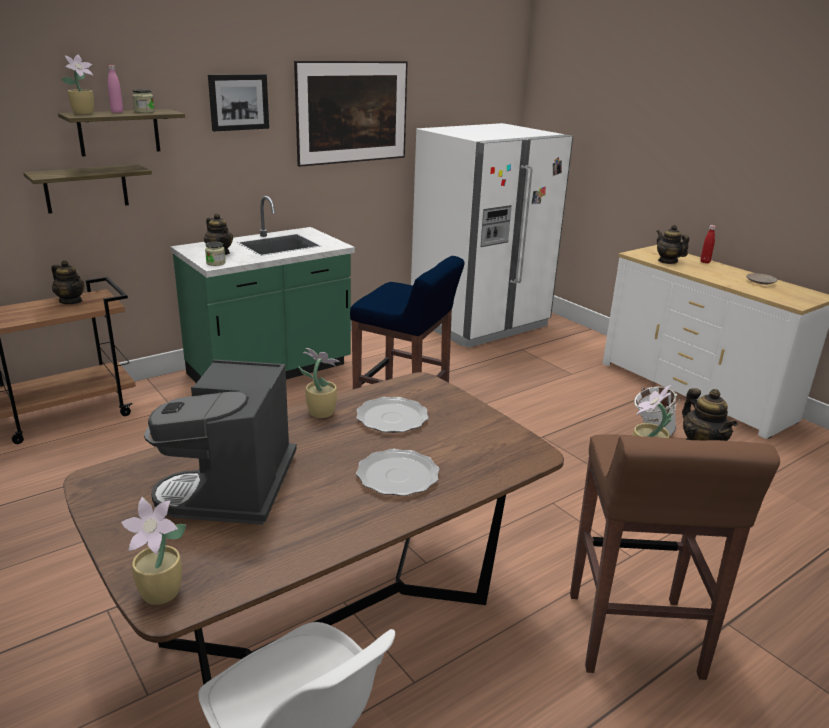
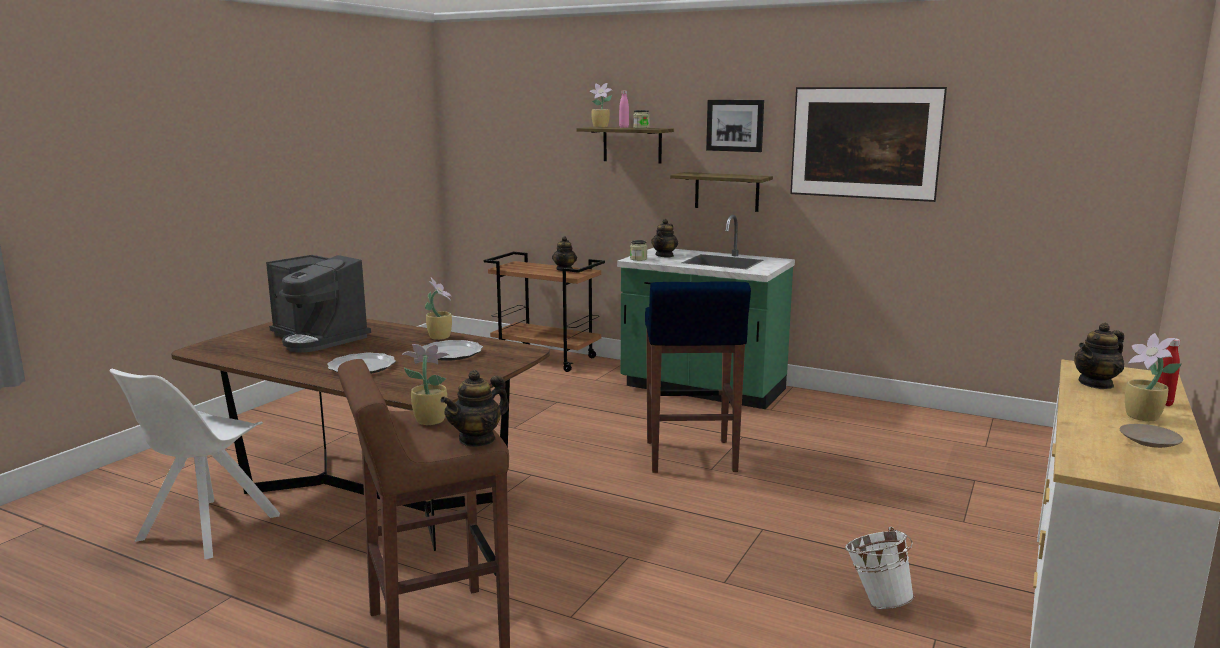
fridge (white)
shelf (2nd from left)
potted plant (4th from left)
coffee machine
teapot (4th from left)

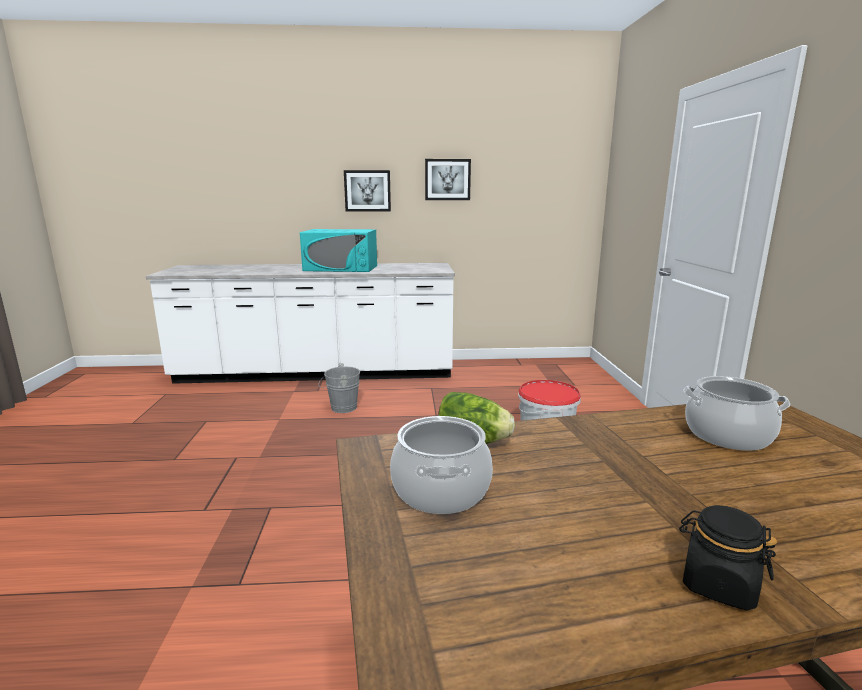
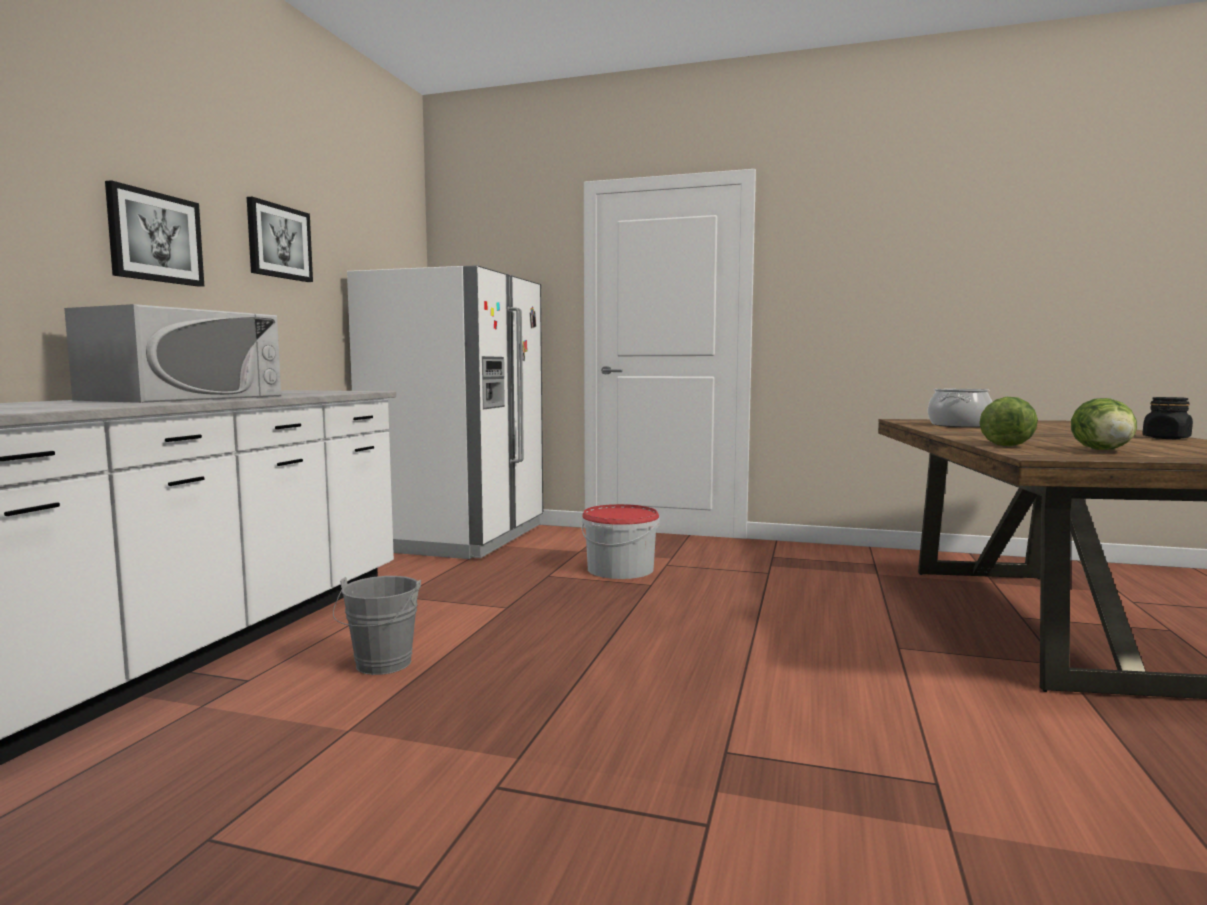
fridge (white)
lettuce (2nd from left)
microwave (white)

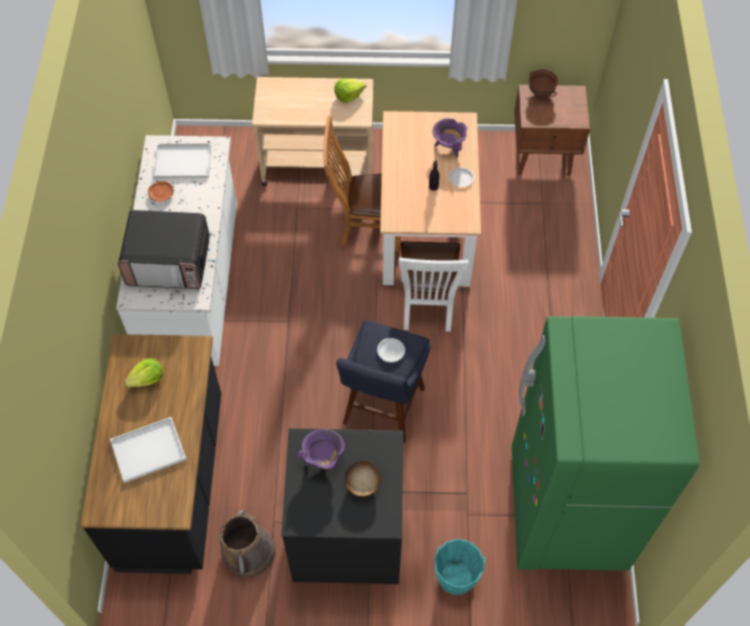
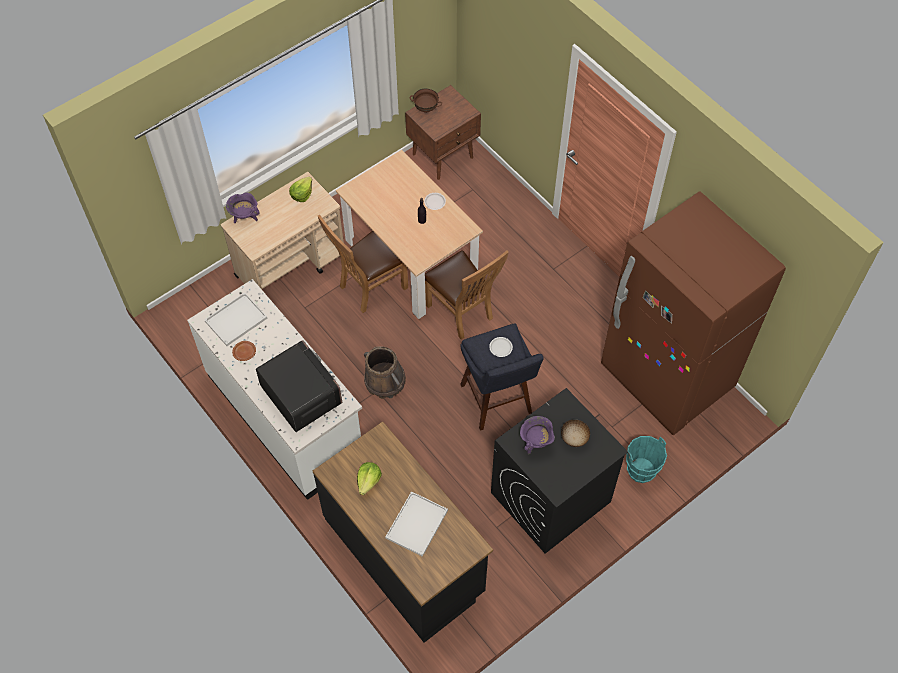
bucket (brown)
cooking pot (purple) (1st from left)
chair (brown) (2nd from left)
fridge (brown)
microwave

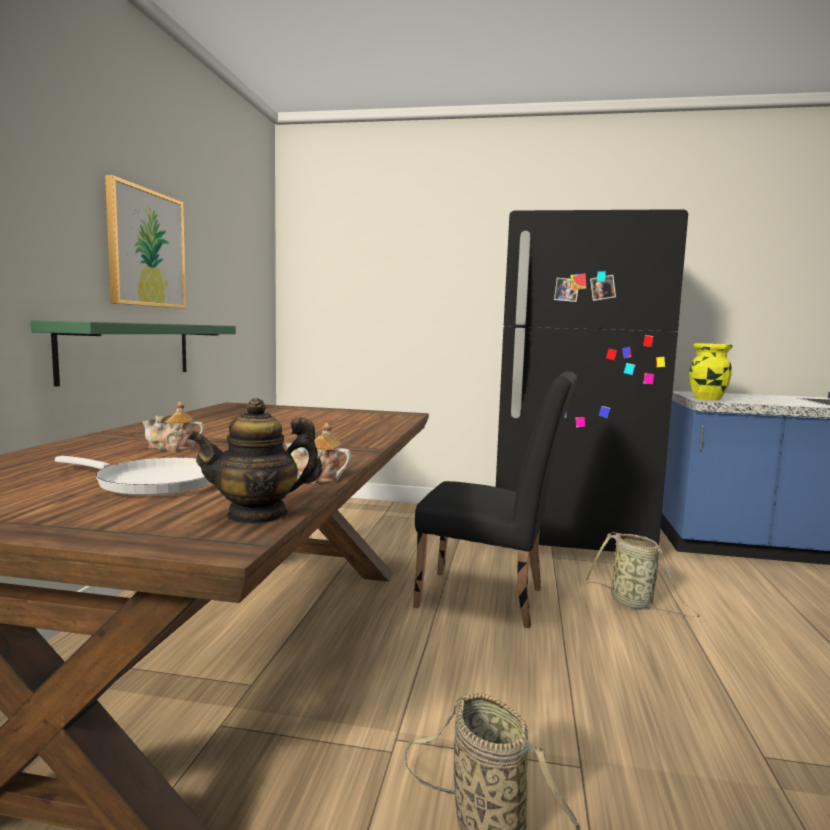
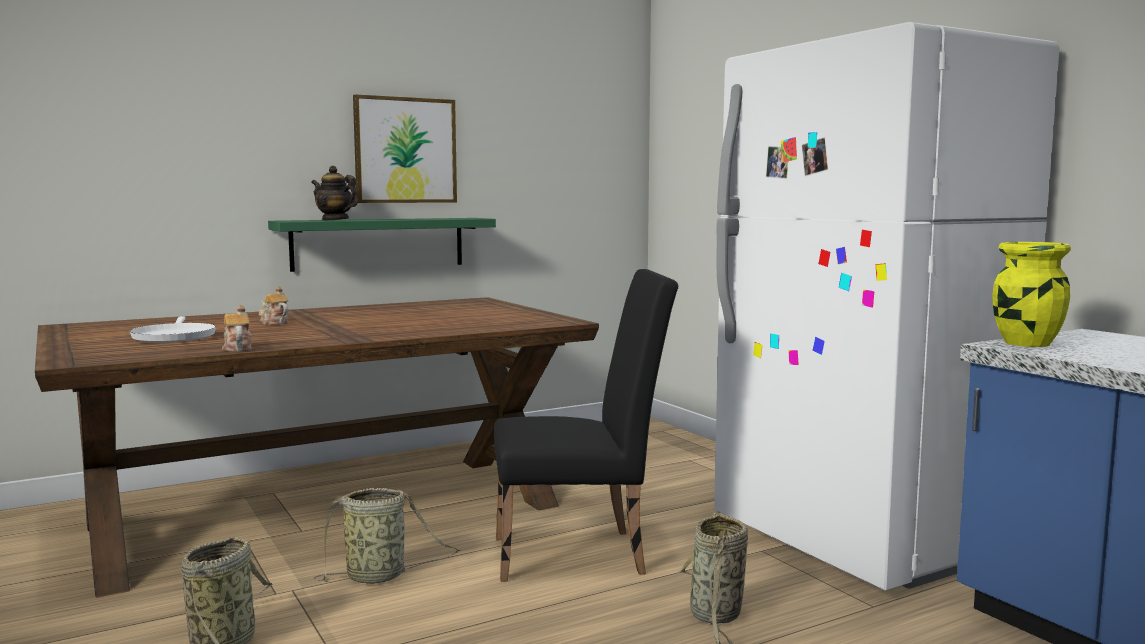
basket (2nd from left)
teapot (3rd from left)
fridge (white)
chair (black)

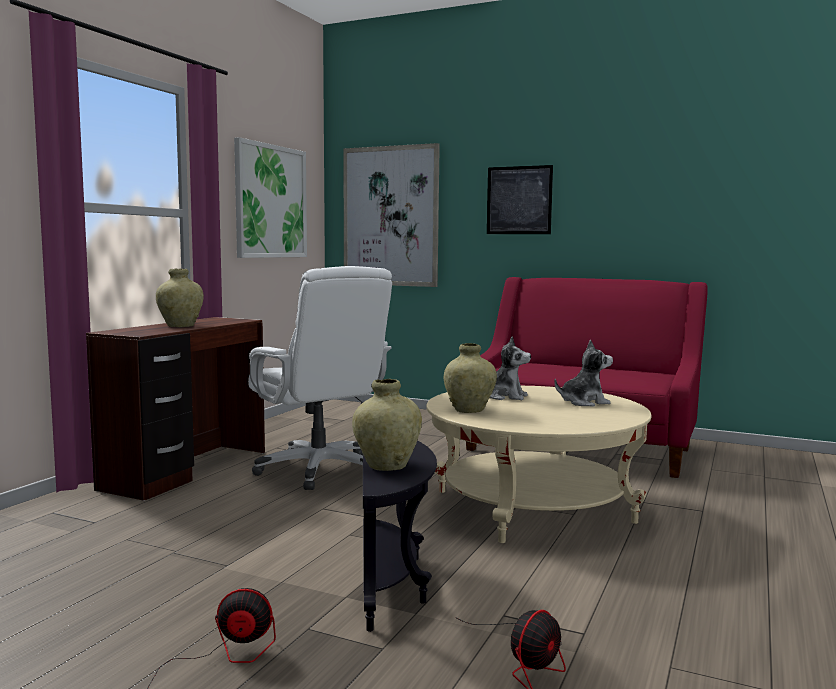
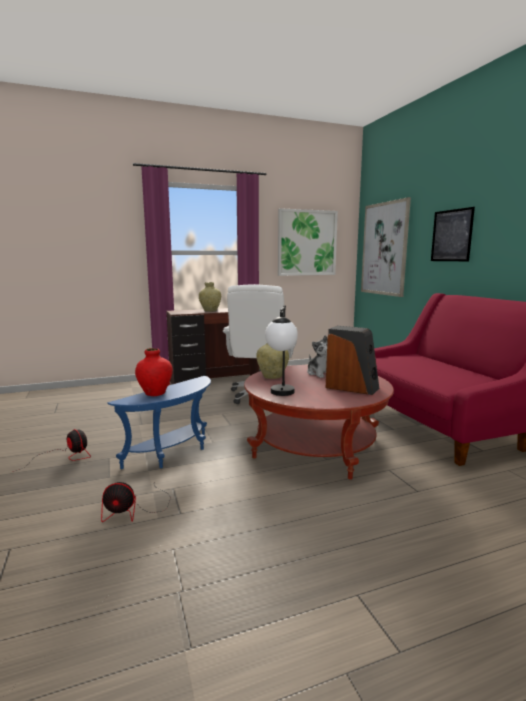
table lamp
speaker
vase (red)
side table (blue)
coffee table (red)

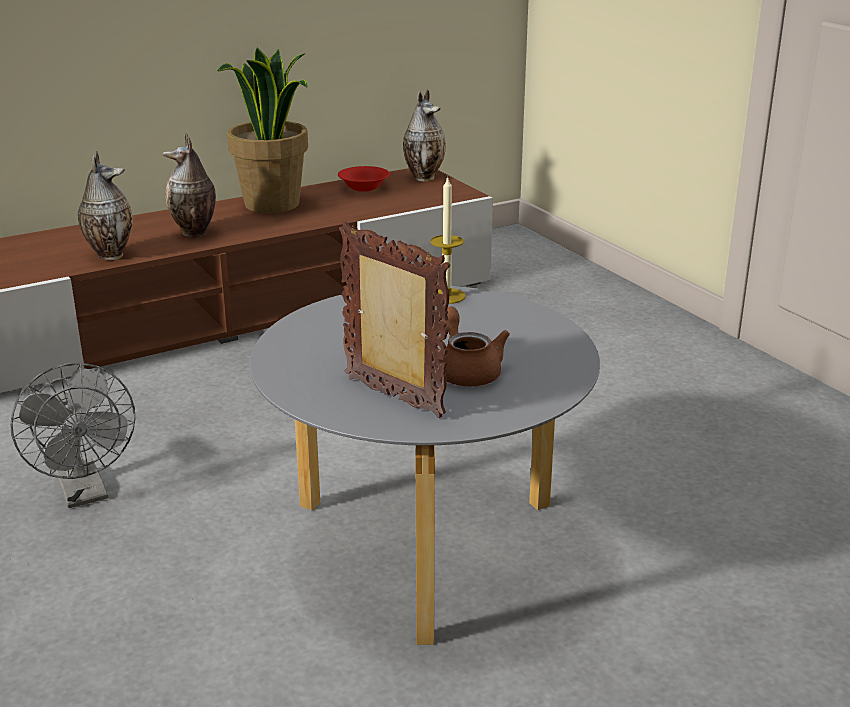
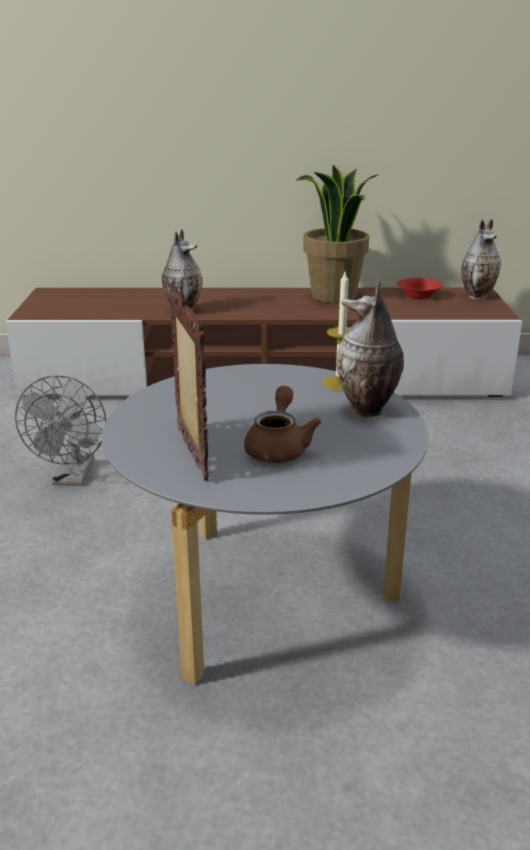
vase (2nd from left)

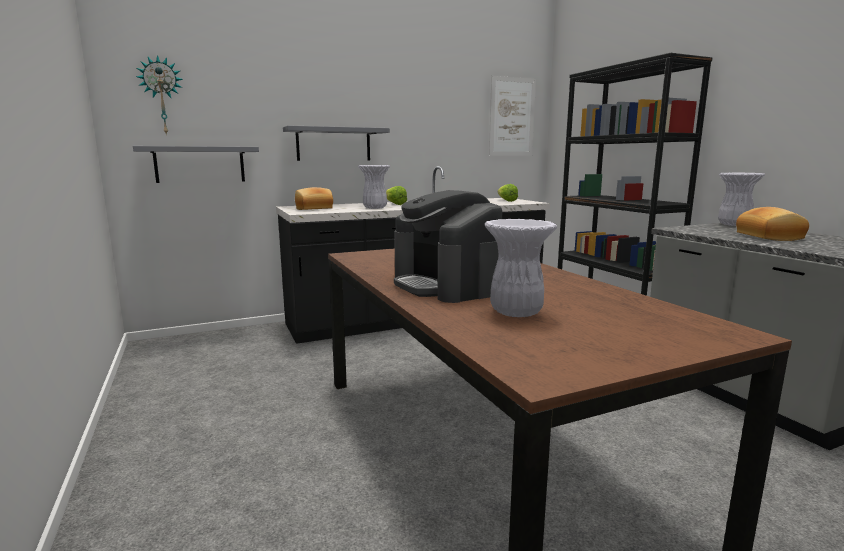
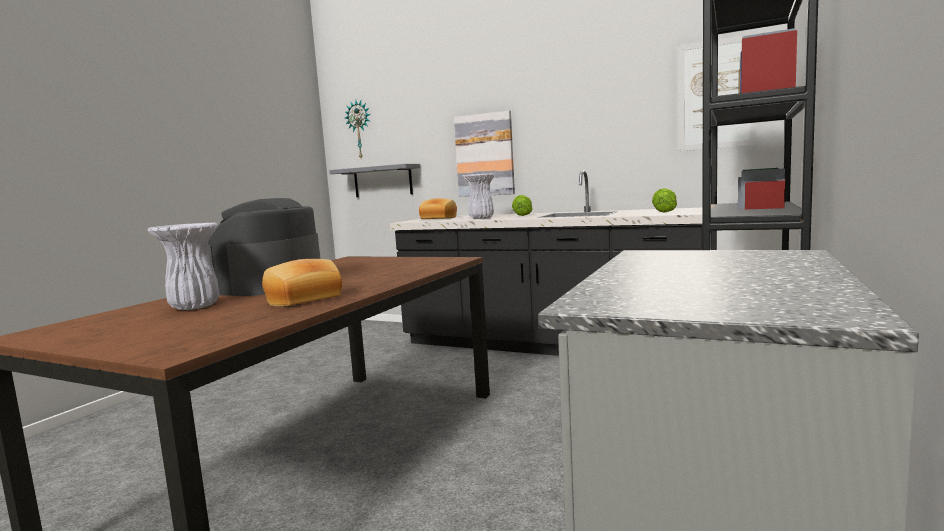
vase (white) (3rd from left in the first image)
bread (1st from left)
picture (1st from left)

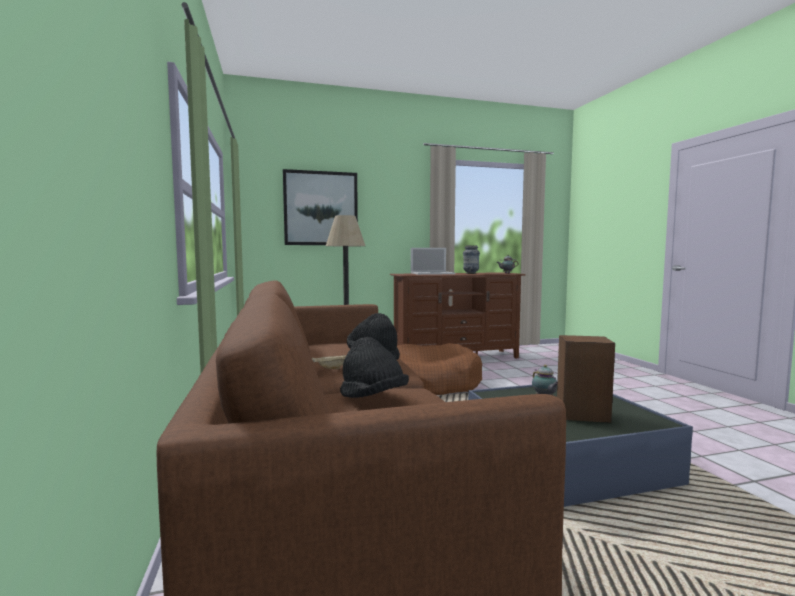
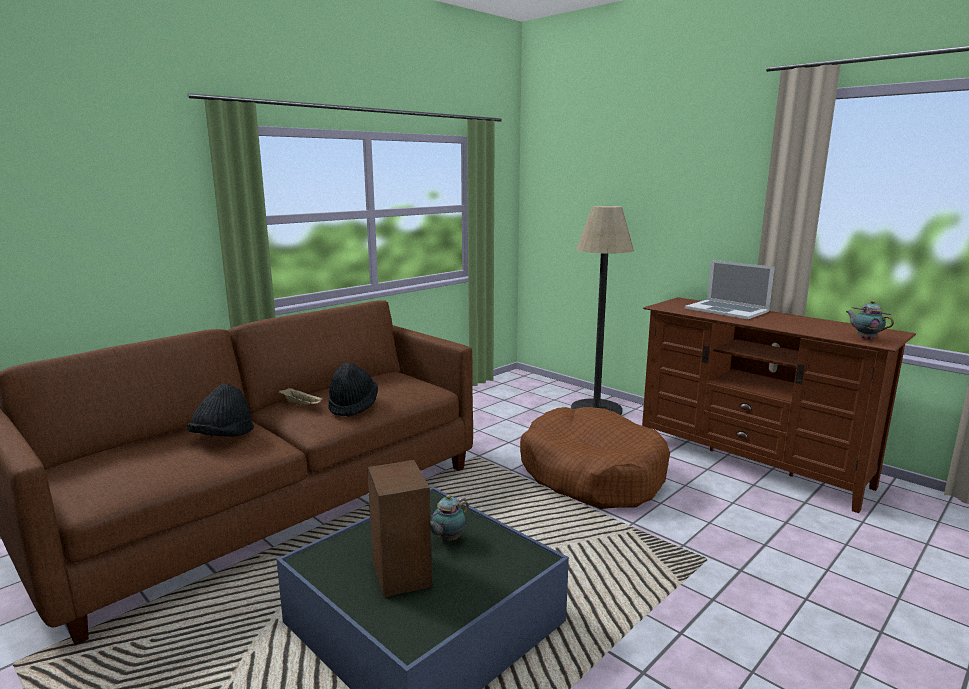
picture
vase

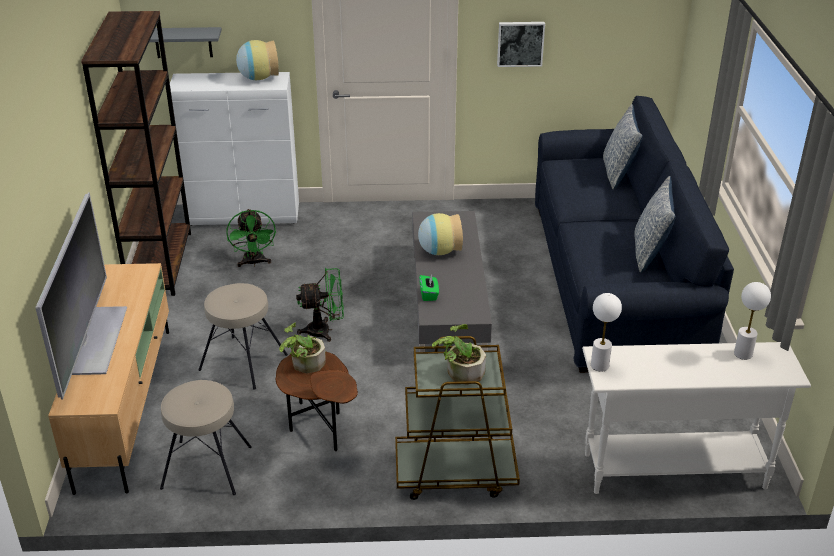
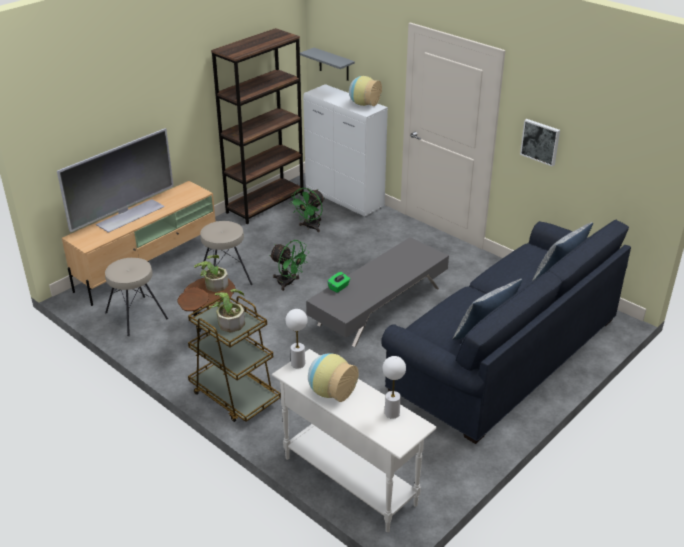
vase (1st from left)

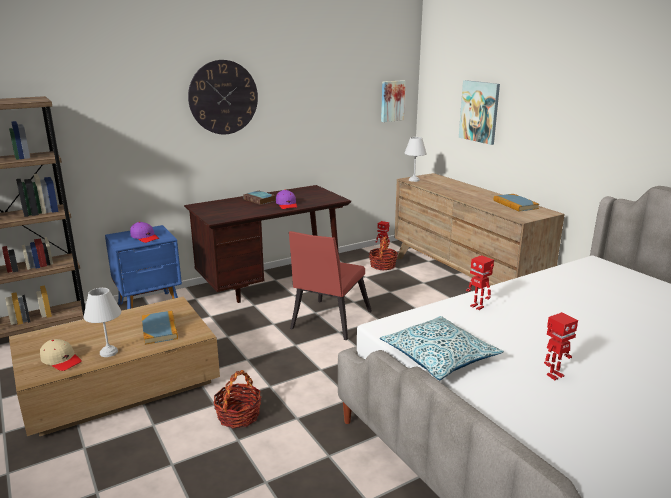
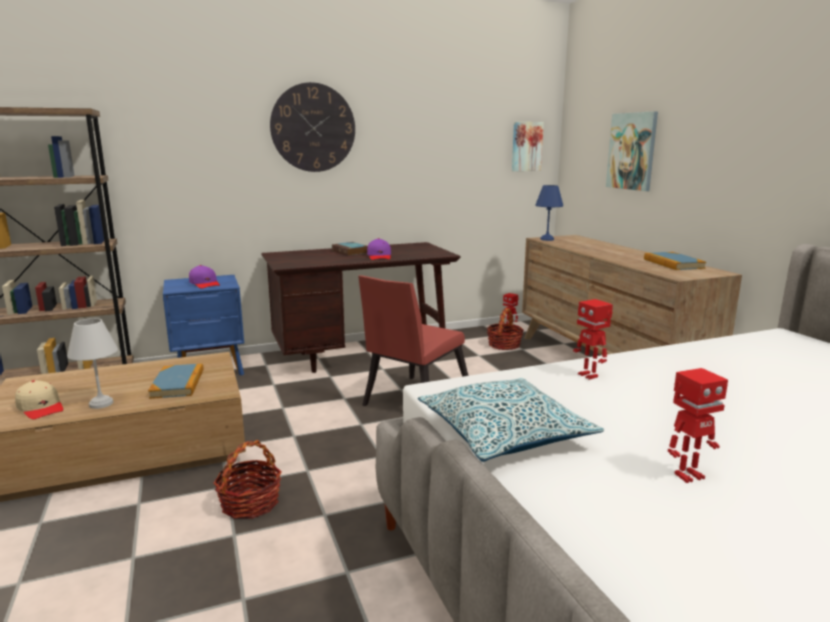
table lamp (blue)

